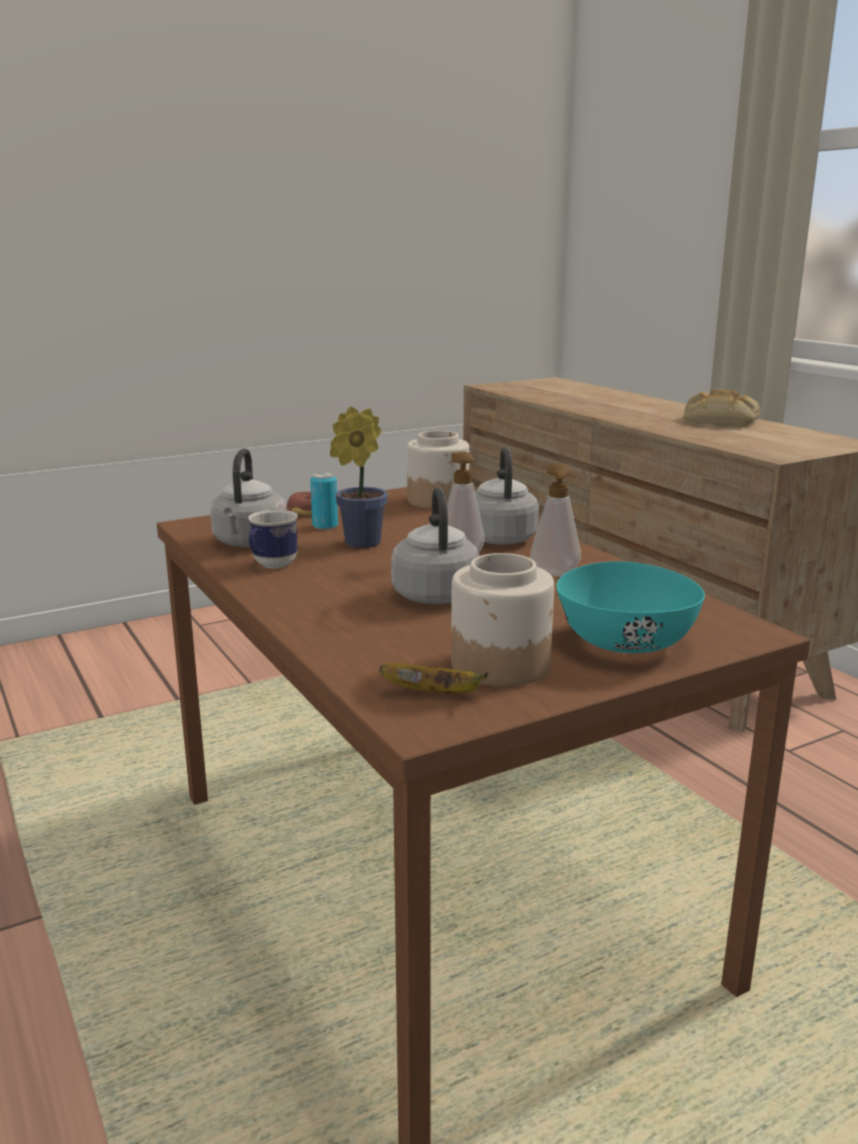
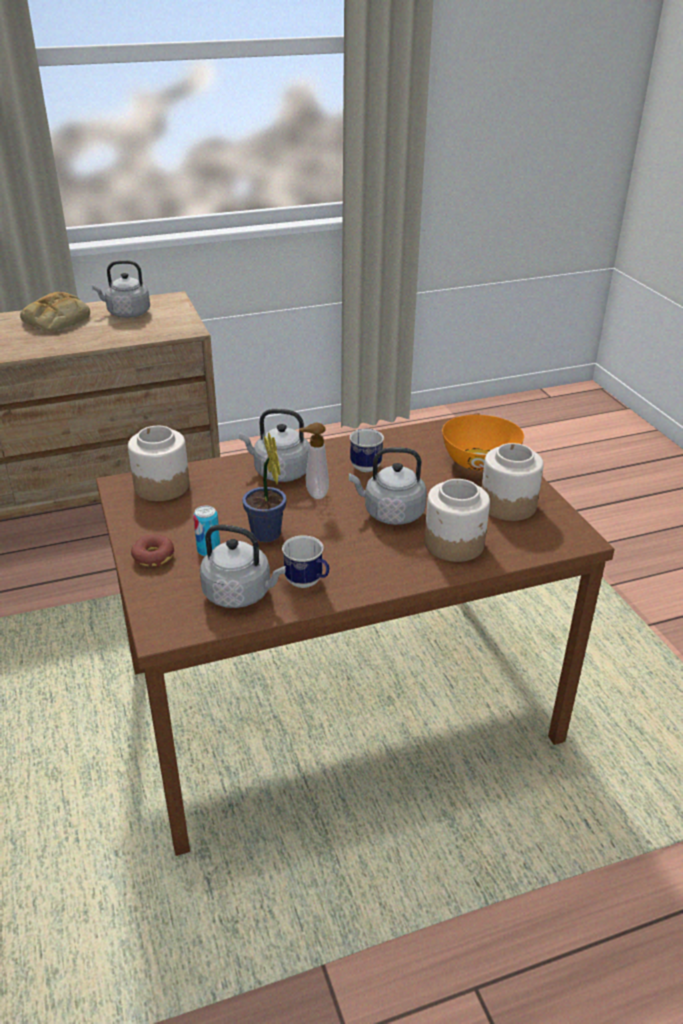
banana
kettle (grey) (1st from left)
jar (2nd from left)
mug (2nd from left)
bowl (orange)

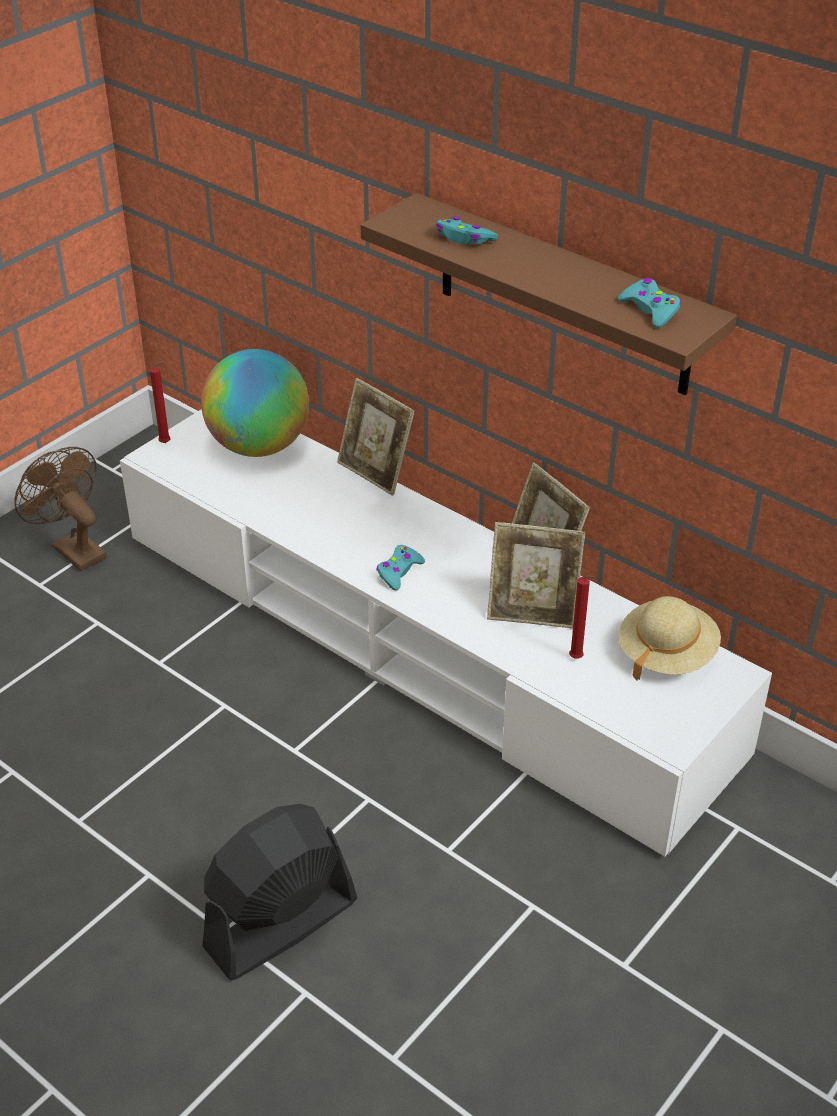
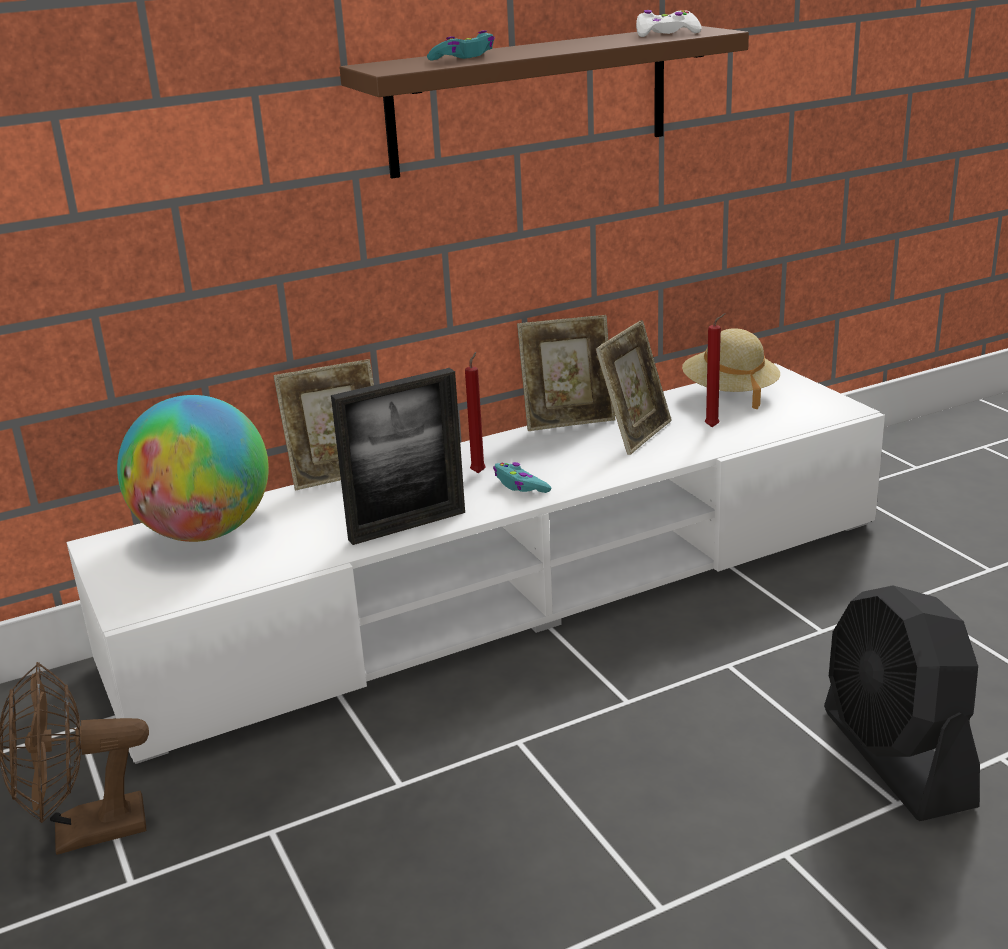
picture frame (2nd from left)
candle (red) (1st from left)
game controller (white)

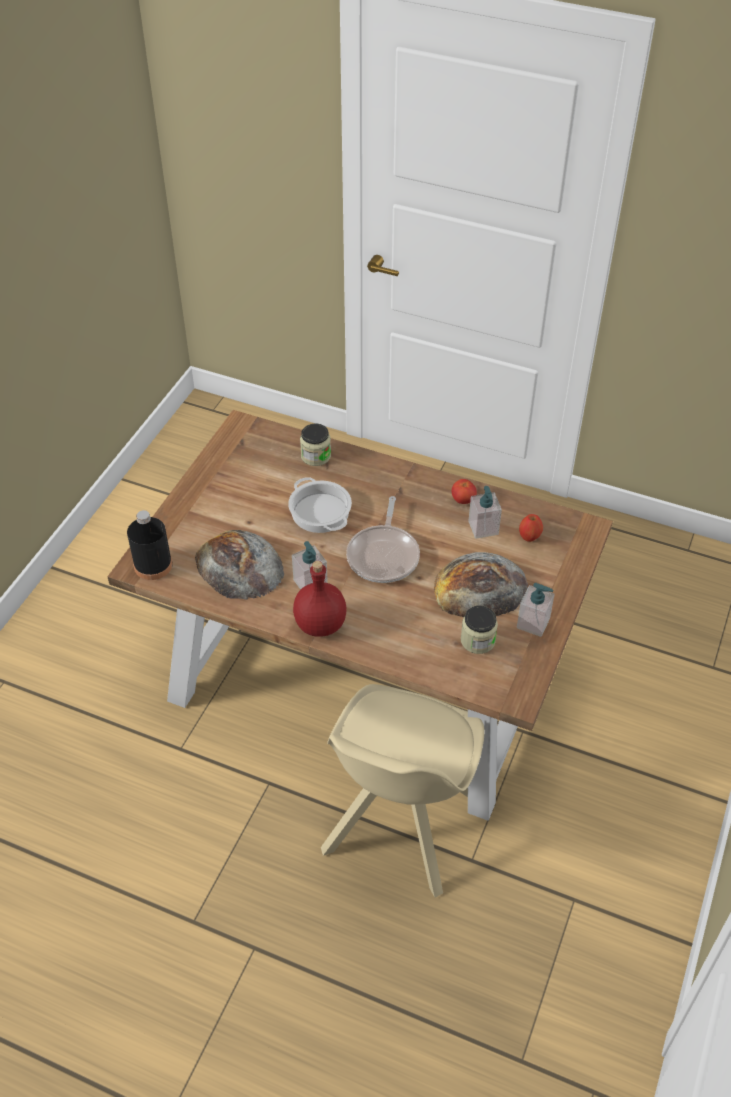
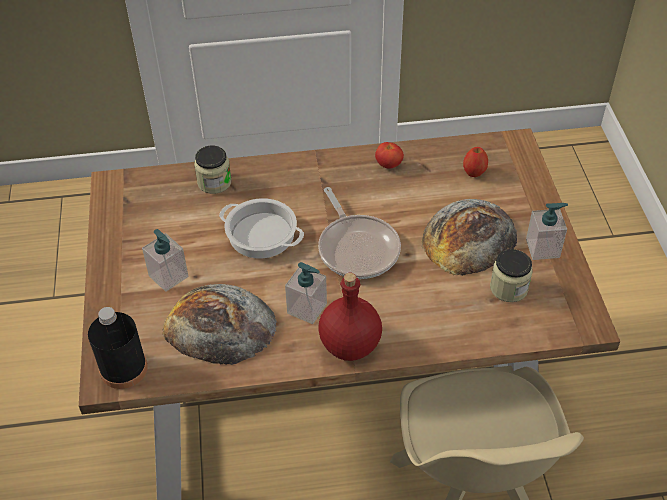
soap dispenser (1st from left)

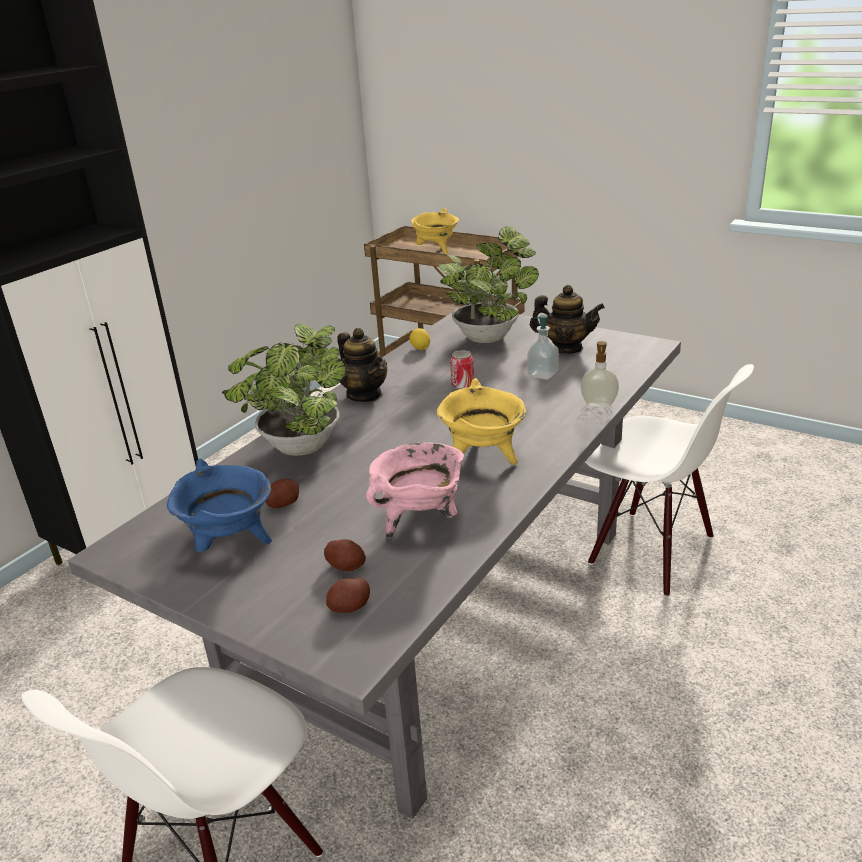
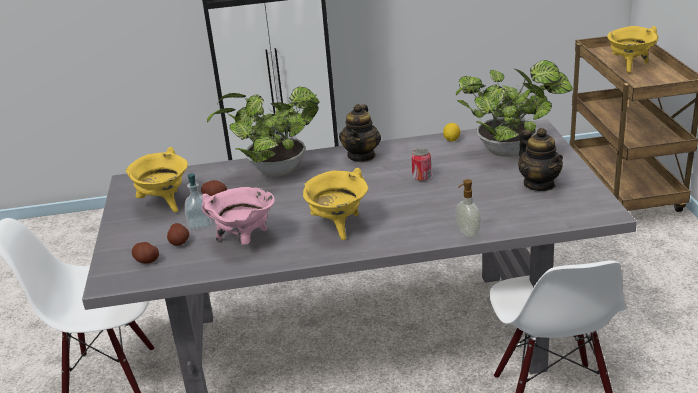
soap dispenser (1st from left)
cooking pot (yellow) (1st from left)

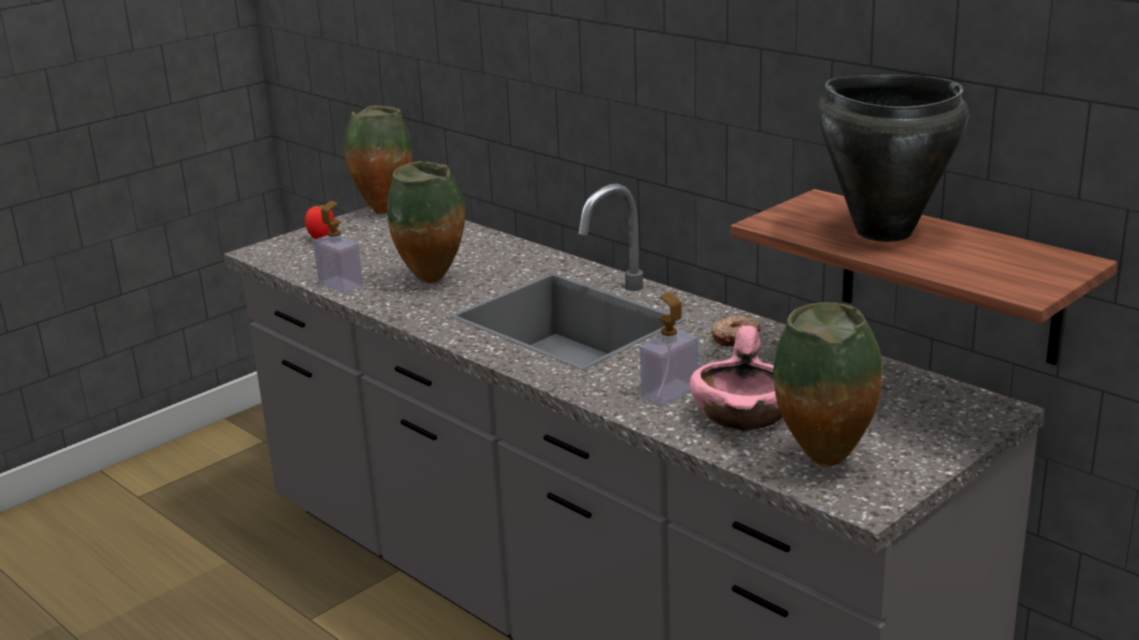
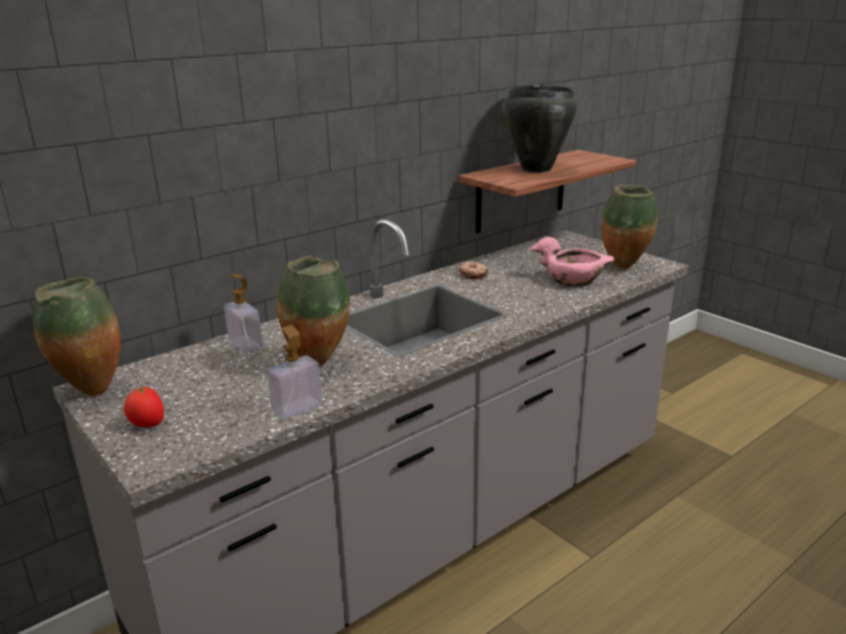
soap dispenser (1st from left)

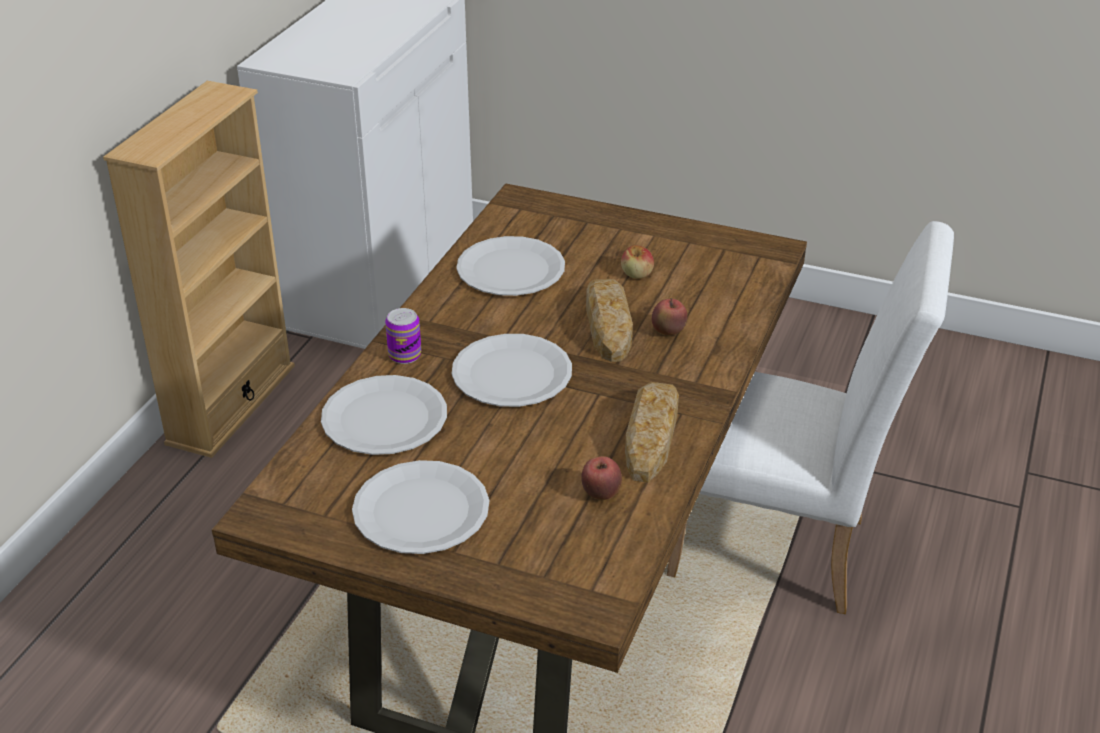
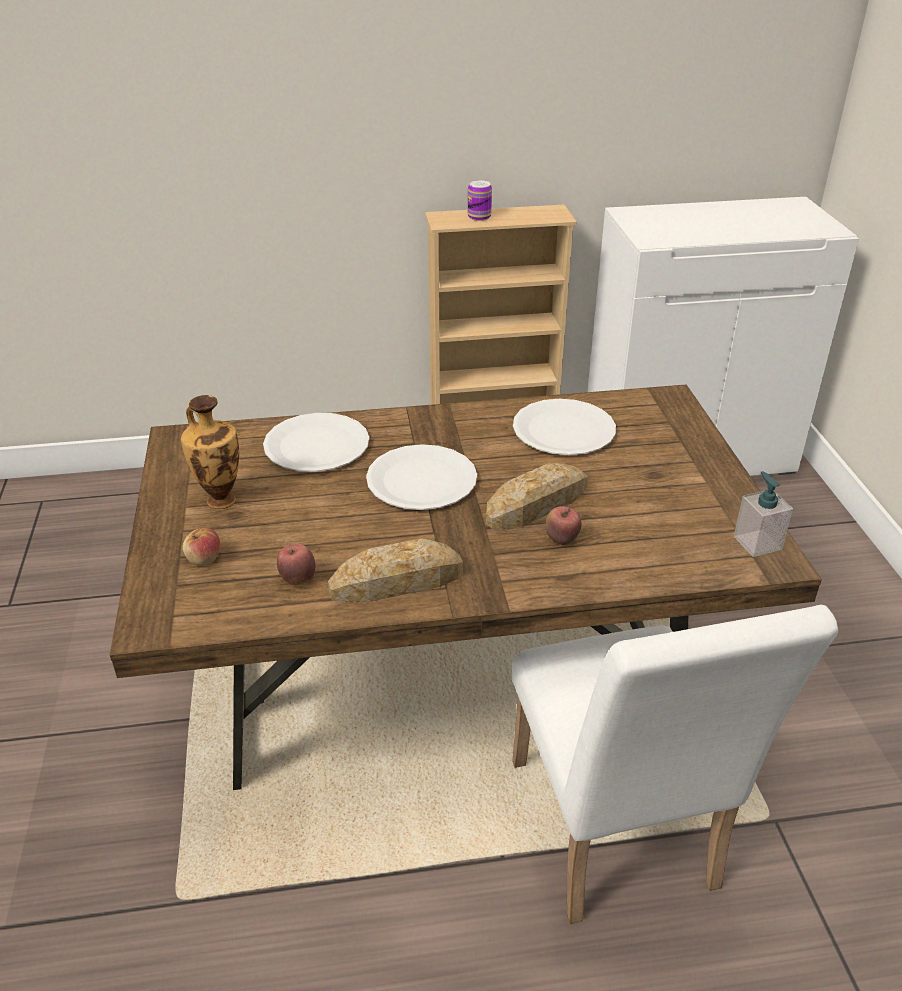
soap dispenser
can
apple (1st from left)
vase

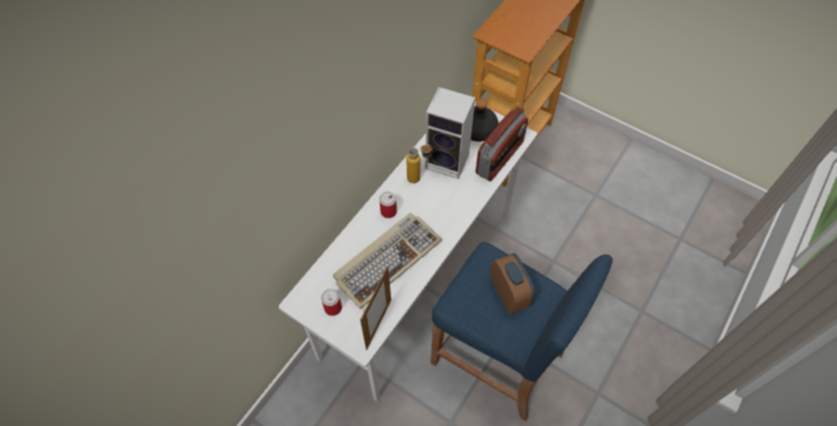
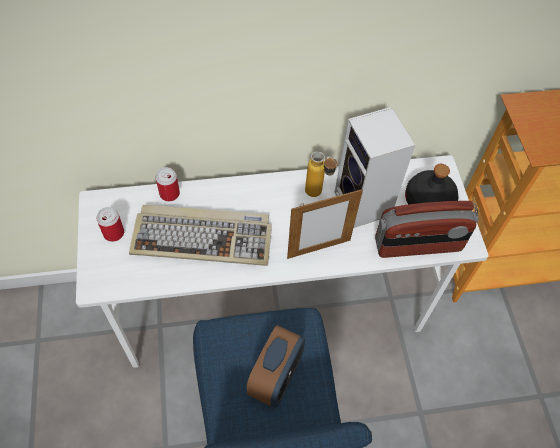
picture frame
can (2nd from left)

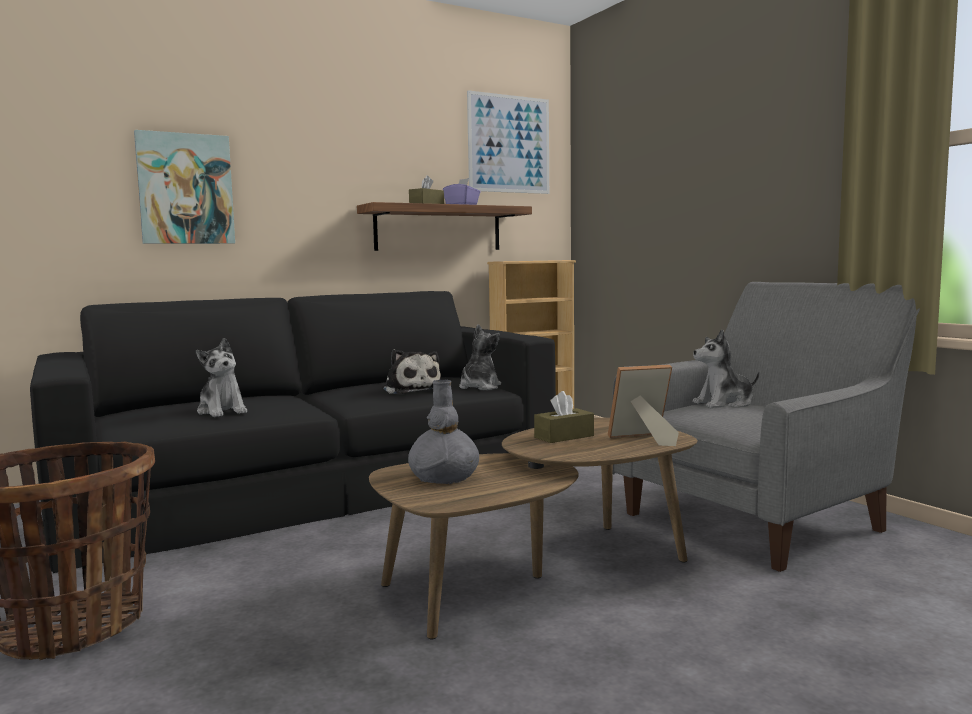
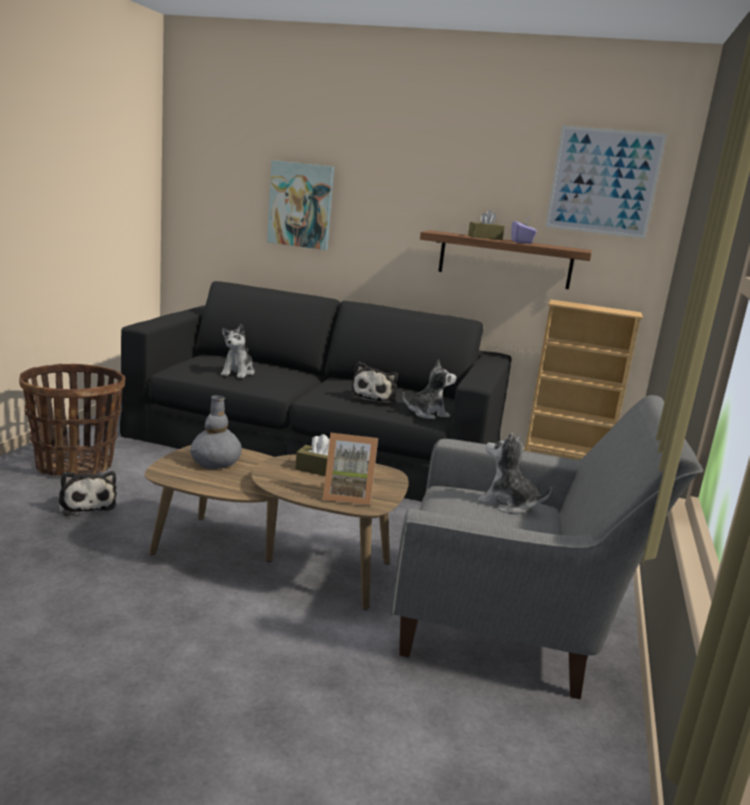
plush toy (1st from left)
picture frame

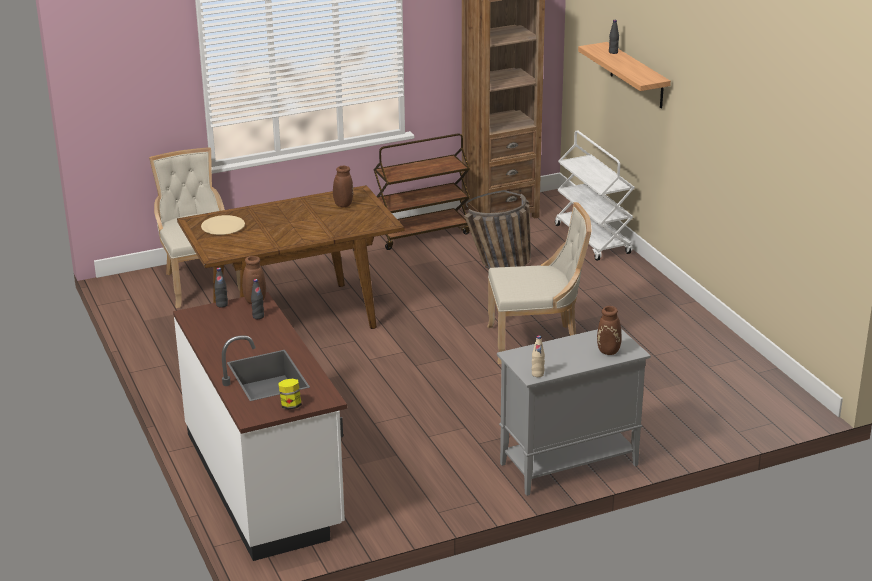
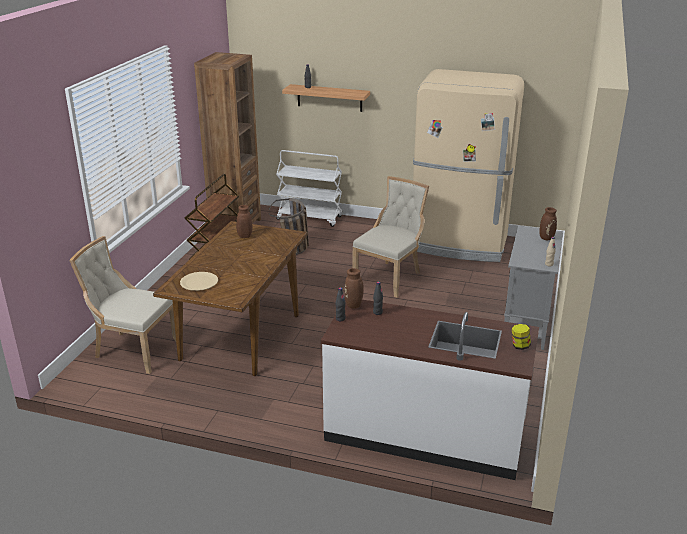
fridge (beige)

